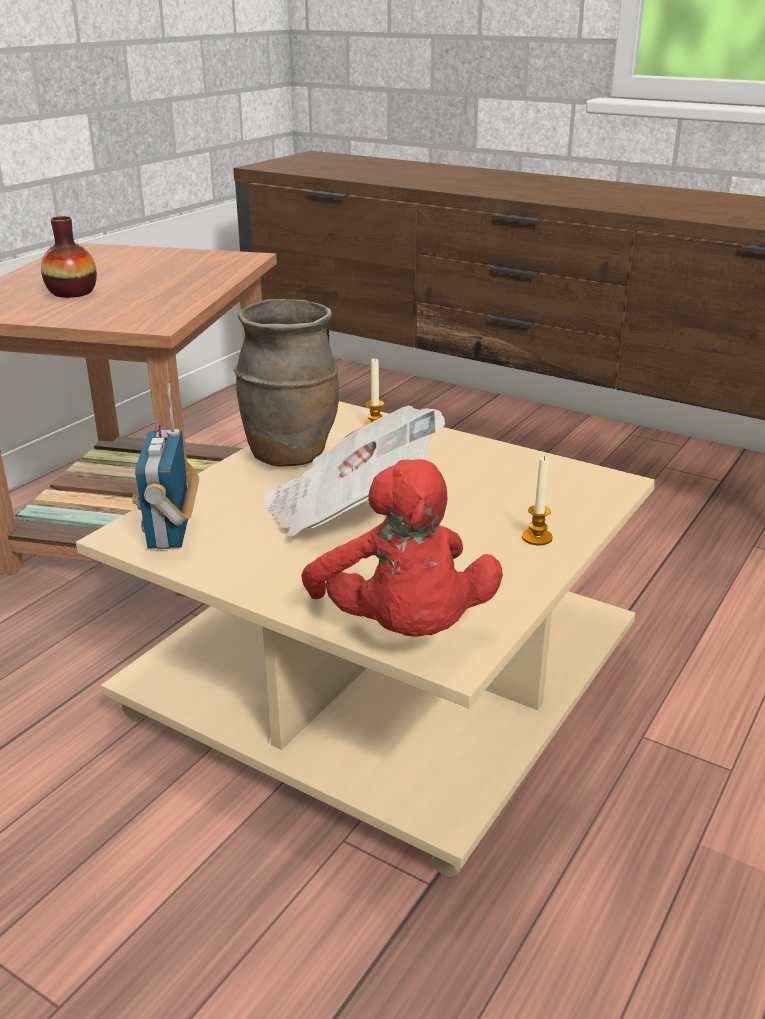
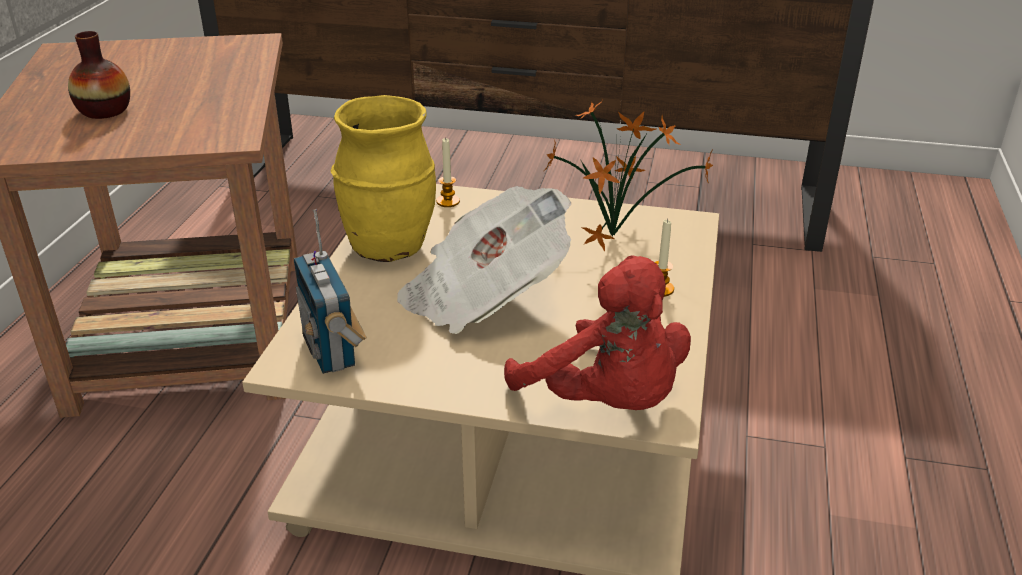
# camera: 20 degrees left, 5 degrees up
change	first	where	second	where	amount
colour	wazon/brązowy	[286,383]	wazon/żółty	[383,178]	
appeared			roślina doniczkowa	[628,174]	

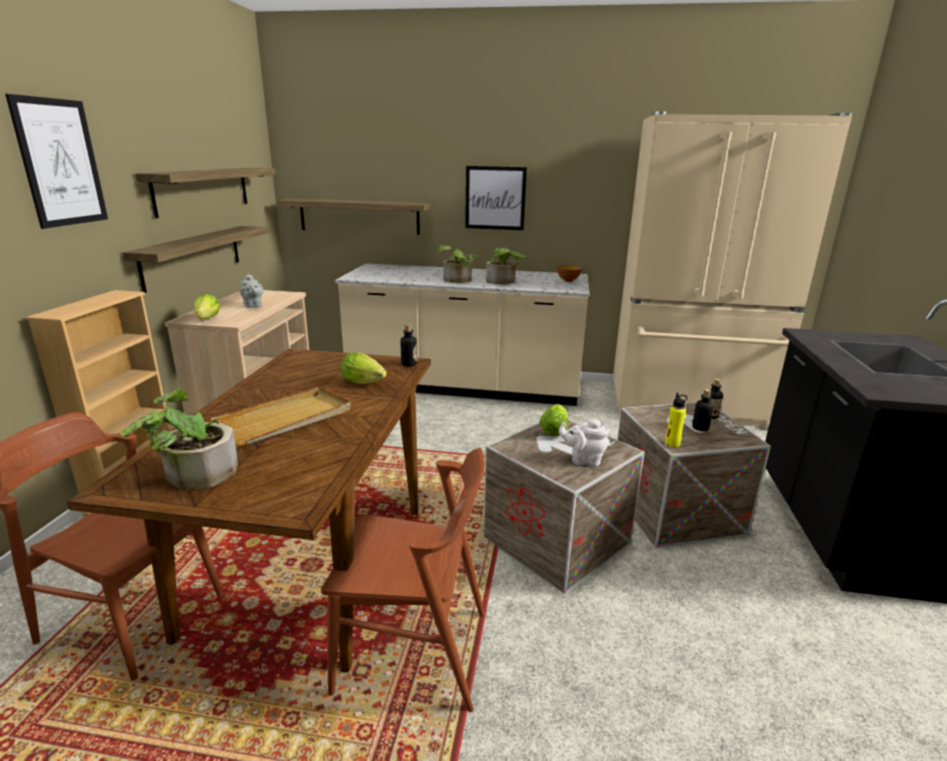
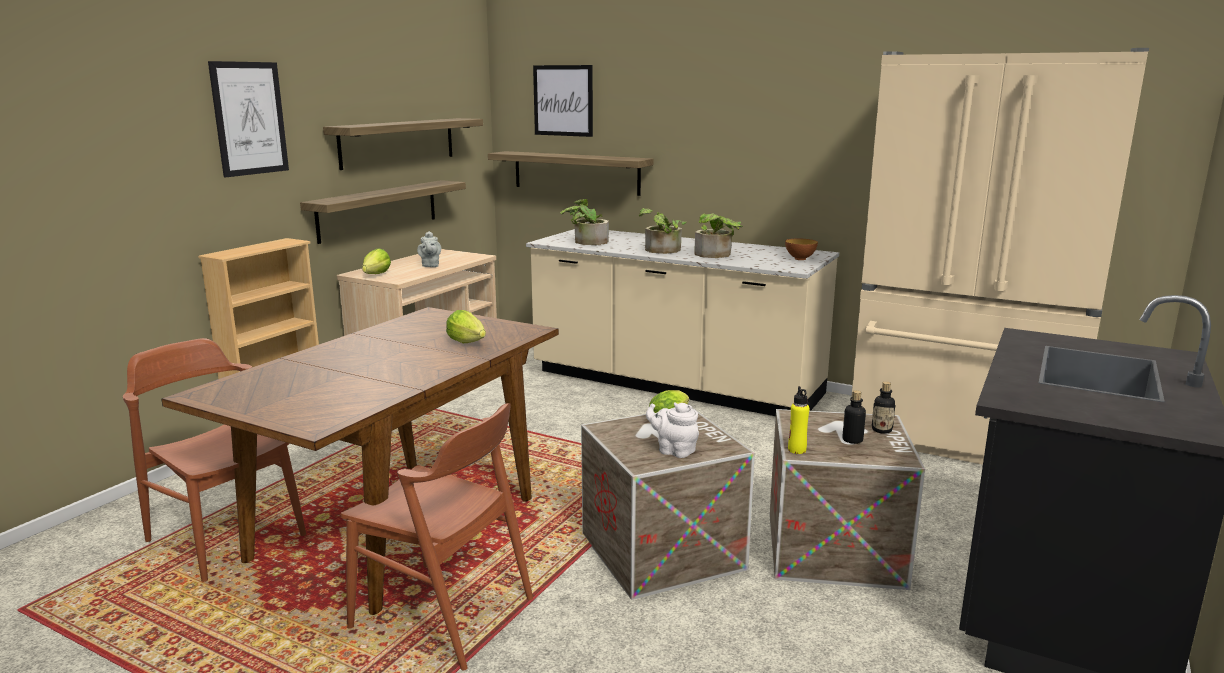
# camera: 20 degrees right, 5 degrees down
change	first	where	second	where	amount
relocated	roślina doniczkowa	[179,439]		[584,222]	
missing	taca/beżowy	[281,416]			
missing	butelka	[408,345]			
relocated	obraz	[496,198]		[563,101]	

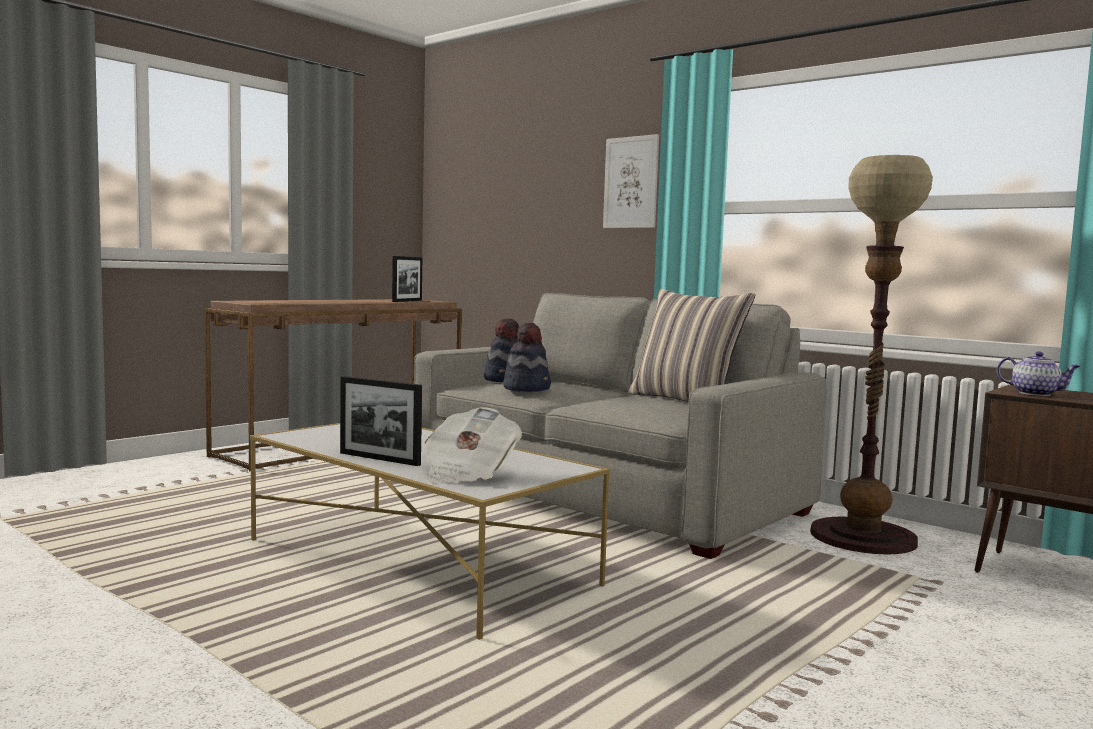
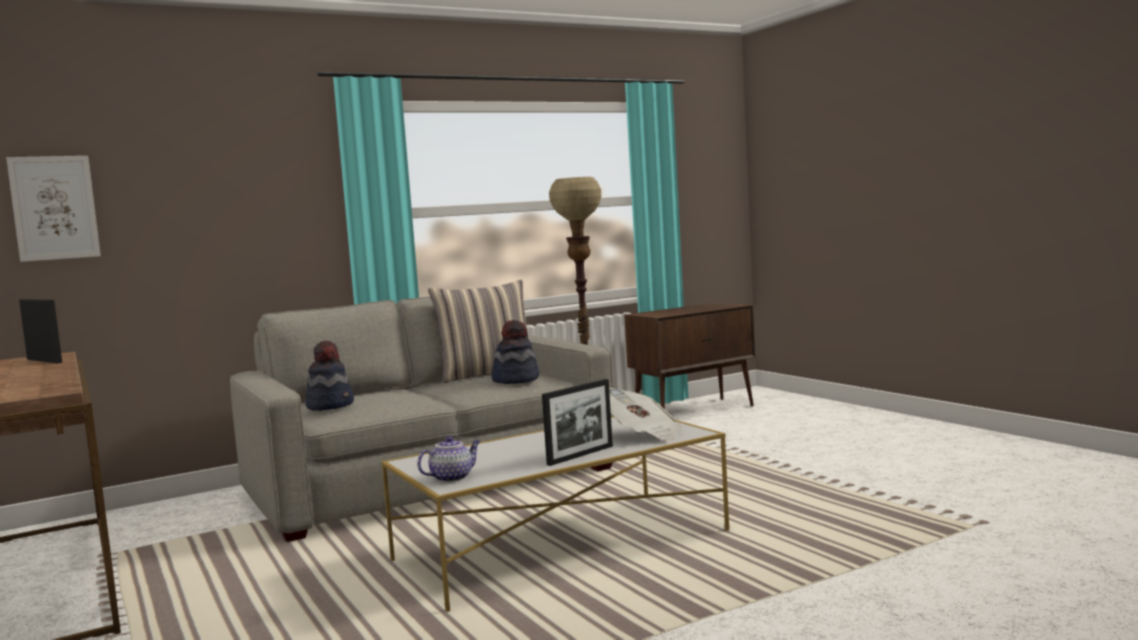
# camera: 70 degrees left, 0 degrees up
change	first	where	second	where	amount
relocated	kapelusz	[527,357]		[515,352]	
relocated	obraz	[631,181]		[53,209]	
relocated	imbryk	[1039,373]		[448,459]	

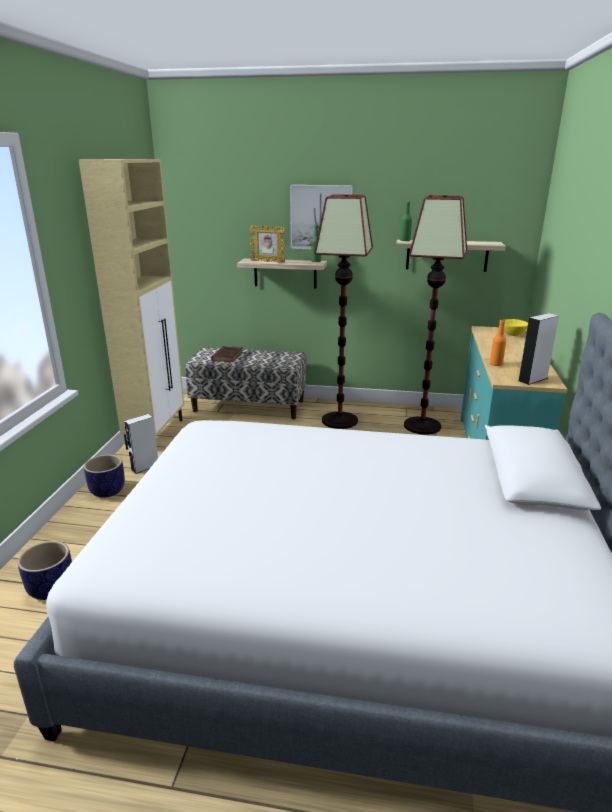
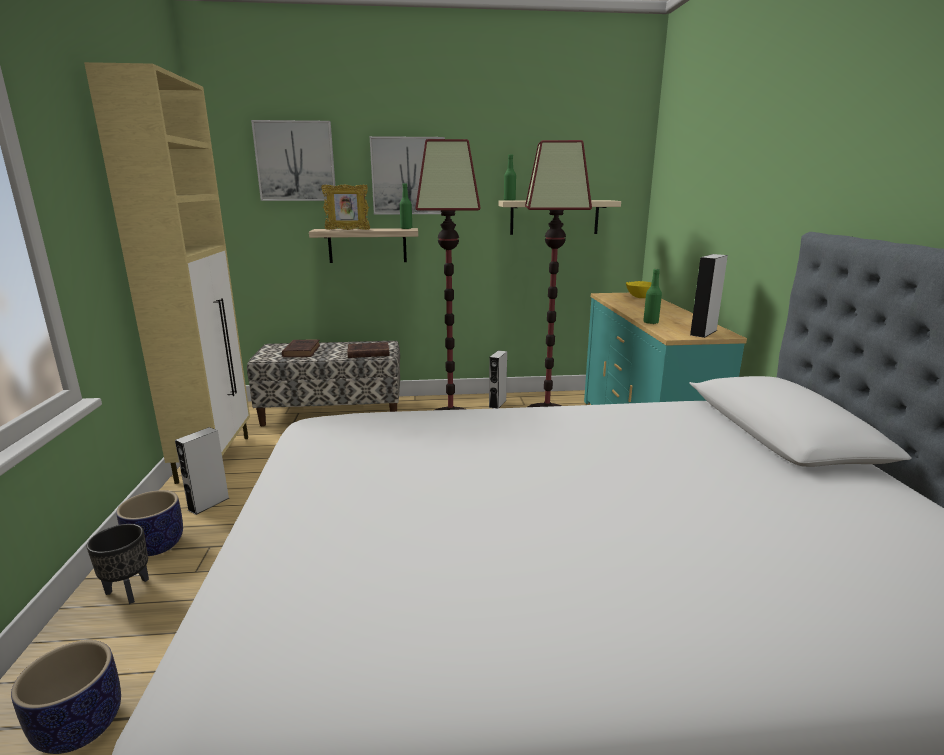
# camera: 15 degrees left, 5 degrees down
change	first	where	second	where	amount
colour	butelka/pomarańczowy	[498,343]	butelka/zielony	[652,296]	
appeared			donica/czarny	[118,564]	
appeared			obraz	[293,160]	
appeared			książka/brązowy	[368,350]	
appeared			głośnik/szary	[498,379]	

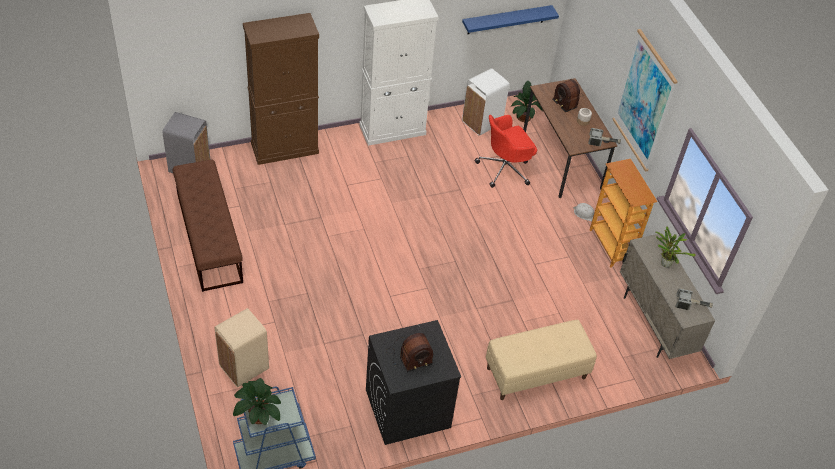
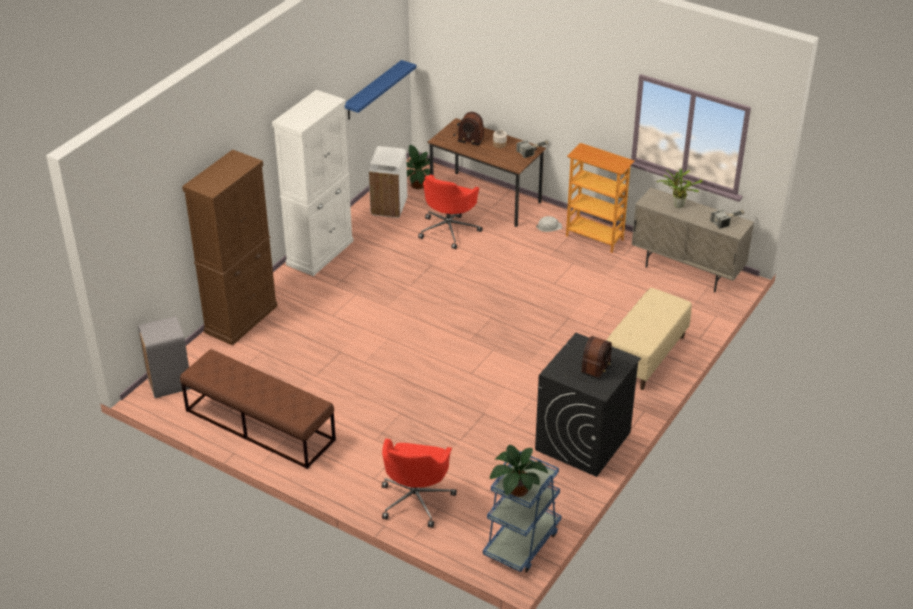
# camera: 35 degrees left, 10 degrees down
change	first	where	second	where	amount
exchanged	kosz na śmieci/beżowy	[241,347]	krzesło biurowe/czerwony	[419,483]	
missing	obraz	[645,100]			

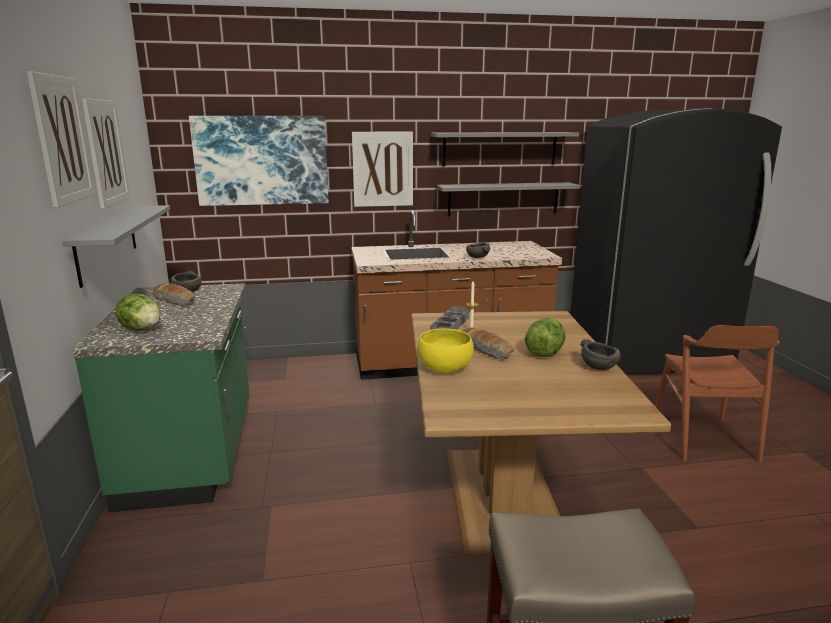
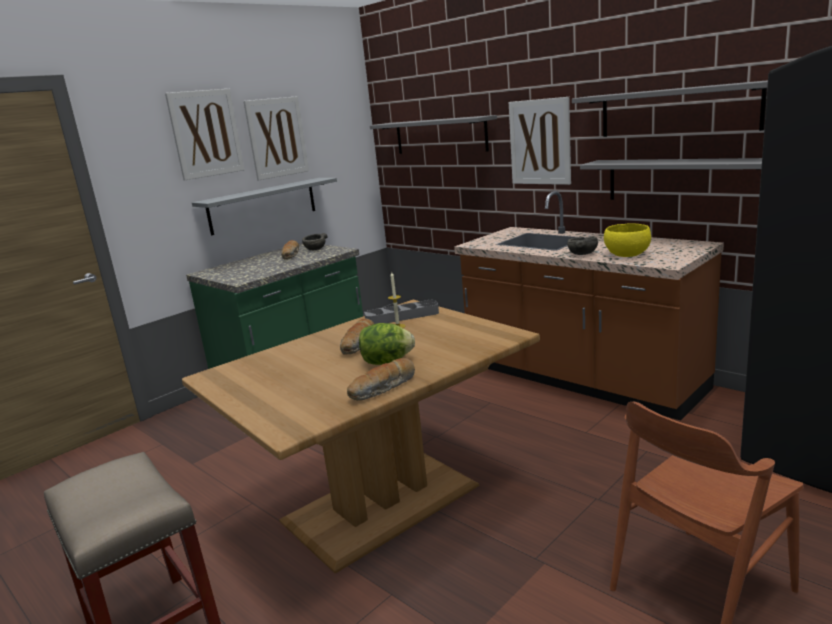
# camera: 55 degrees right, 0 degrees up
change	first	where	second	where	amount
missing	sałata	[138,312]			
exchanged	obraz	[259,161]	półka/szary	[433,134]	
relocated	miska/żółty	[445,351]		[627,240]	
exchanged	miska/szary	[600,354]	chleb	[381,379]	

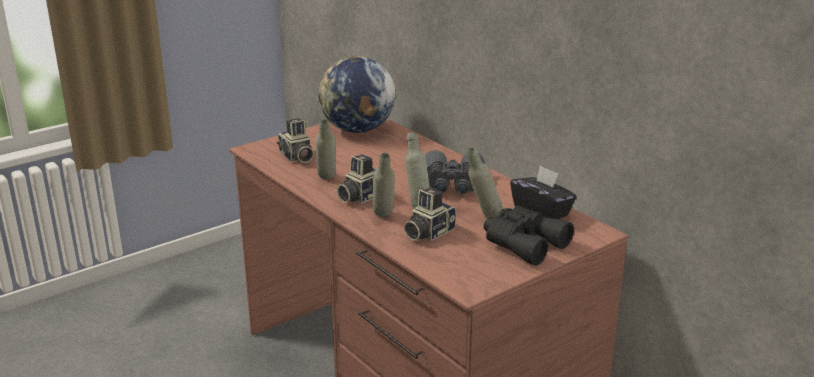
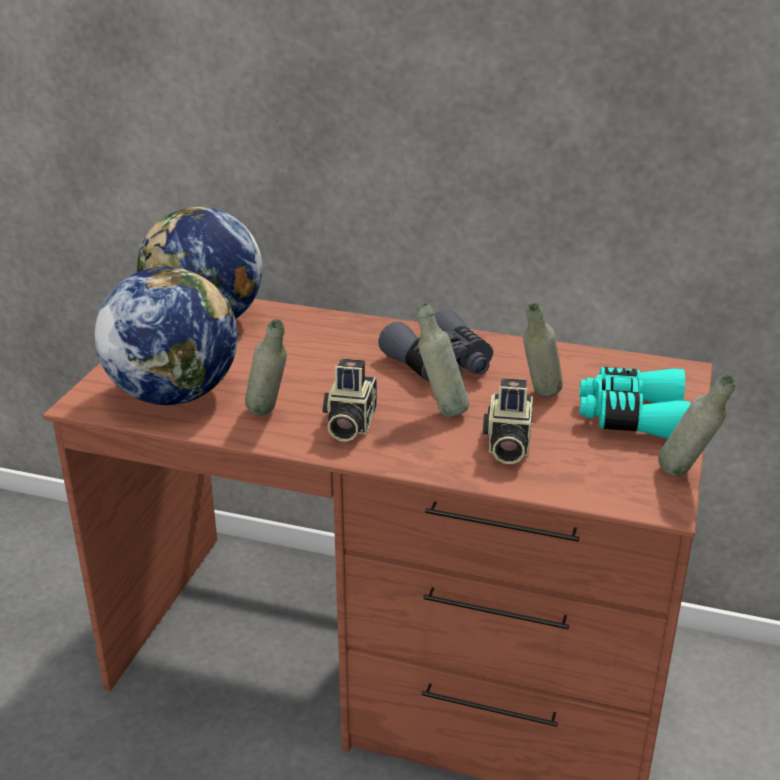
# camera: 35 degrees left, 5 degrees up
change	first	where	second	where	amount
exchanged	aparat fotograficzny	[295,140]	globus	[166,336]	
relocated	butelka/szary	[384,185]		[696,425]	
colour	lornetka/czarny	[529,236]	lornetka/turkusowy	[634,403]	
missing	pudełko chusteczek/czarny	[543,192]			

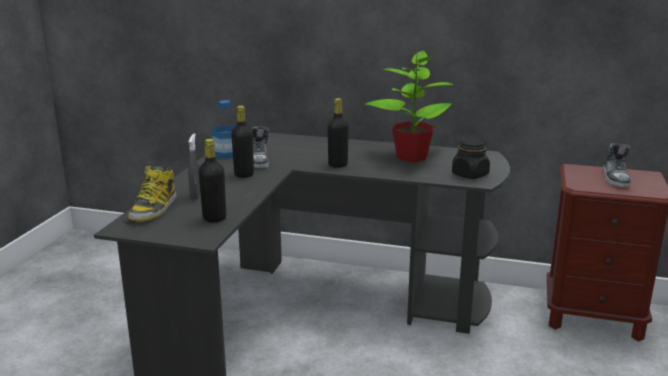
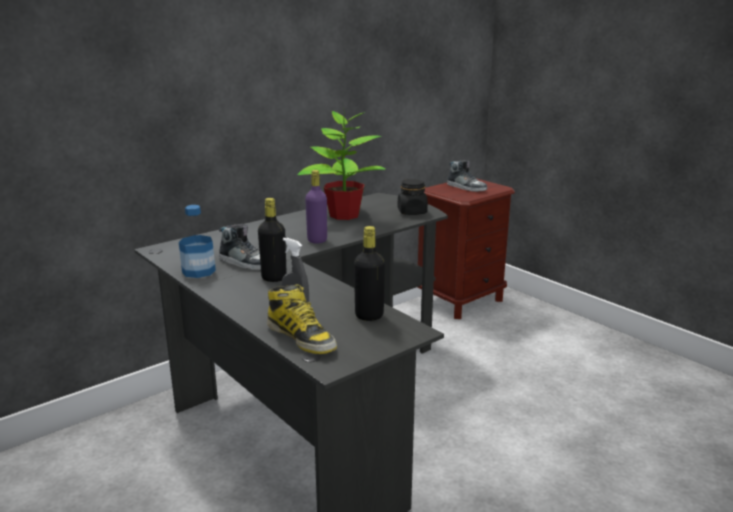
# camera: 55 degrees left, 0 degrees up
change	first	where	second	where	amount
colour	butelka/czarny	[338,133]	butelka/fioletowy	[316,206]	

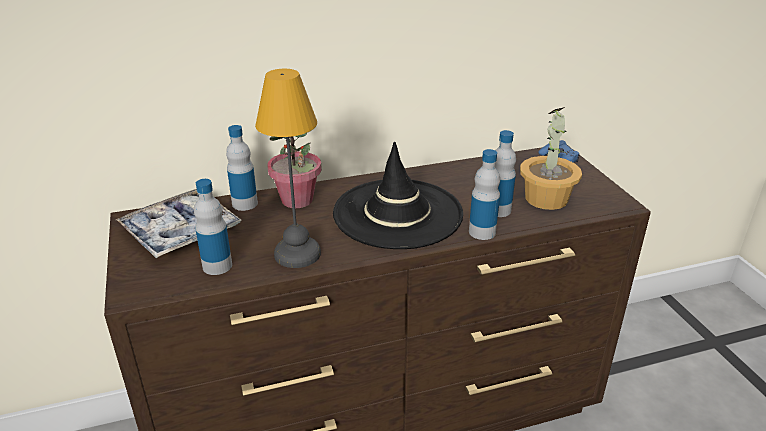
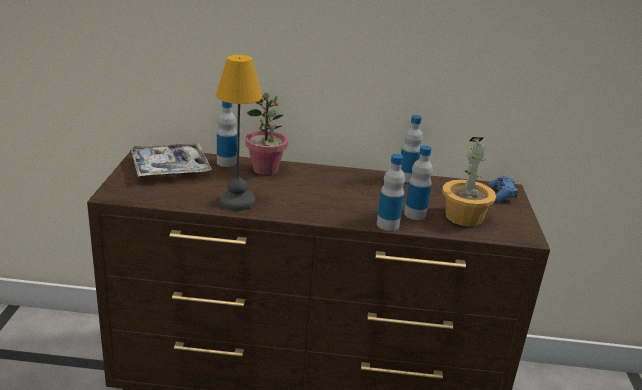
# camera: 20 degrees right, 5 degrees down
change	first	where	second	where	amount
relocated	butelka	[213,227]		[412,149]	
missing	kapelusz/czarny	[398,195]			

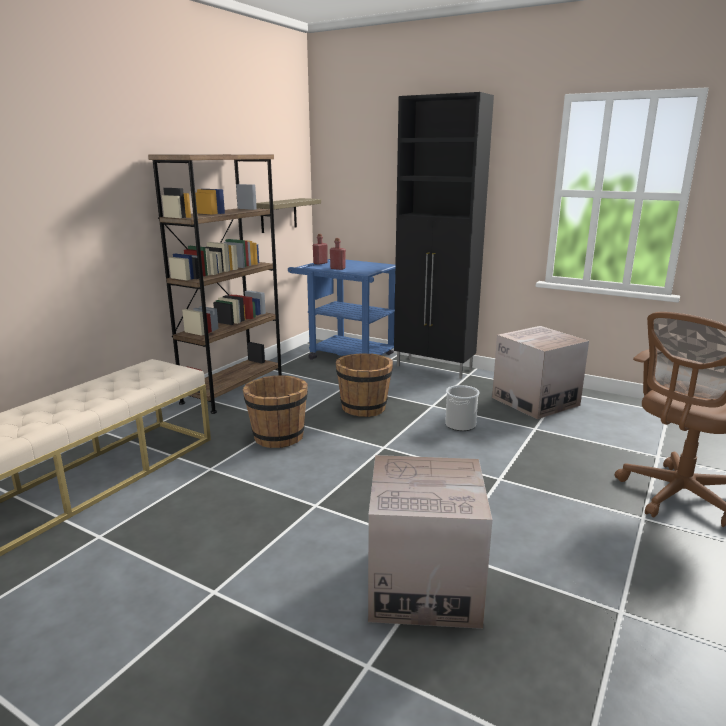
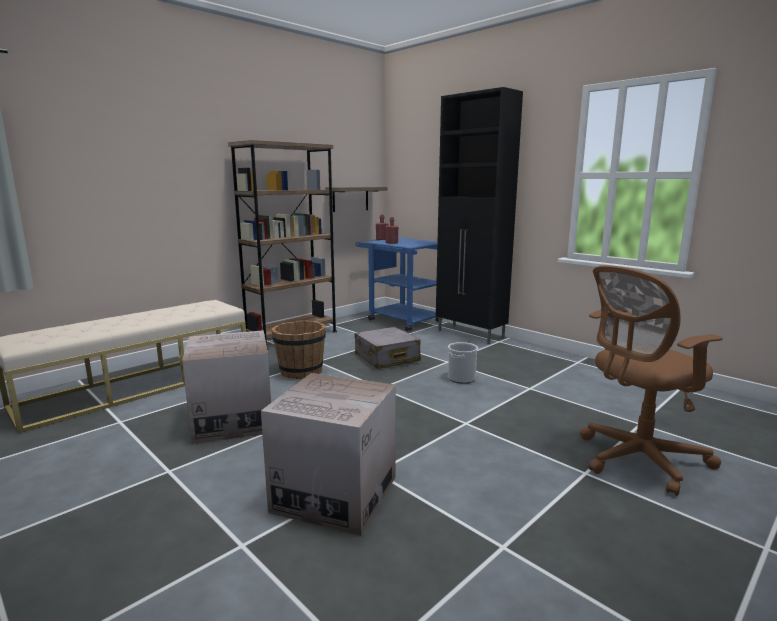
# camera: 15 degrees right, 5 degrees down
change	first	where	second	where	amount
exchanged	wiadro/brązowy	[364,385]	walizka/szary	[388,348]	
relocated	karton	[540,372]		[226,387]	

